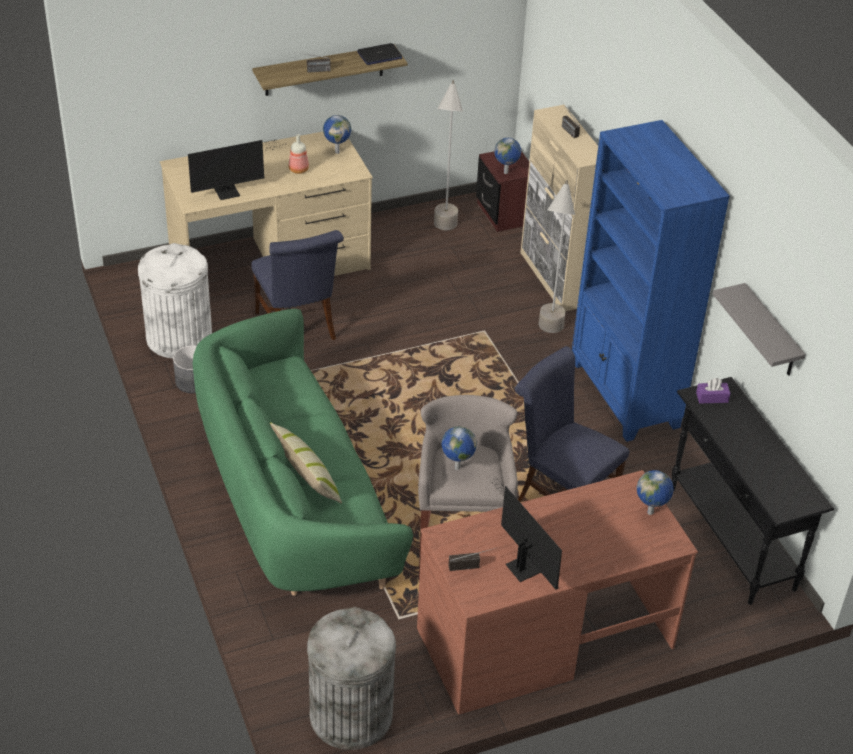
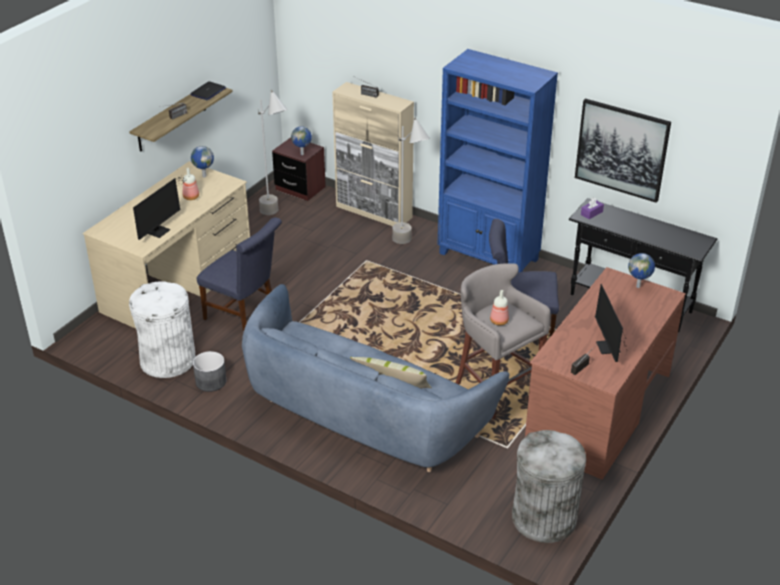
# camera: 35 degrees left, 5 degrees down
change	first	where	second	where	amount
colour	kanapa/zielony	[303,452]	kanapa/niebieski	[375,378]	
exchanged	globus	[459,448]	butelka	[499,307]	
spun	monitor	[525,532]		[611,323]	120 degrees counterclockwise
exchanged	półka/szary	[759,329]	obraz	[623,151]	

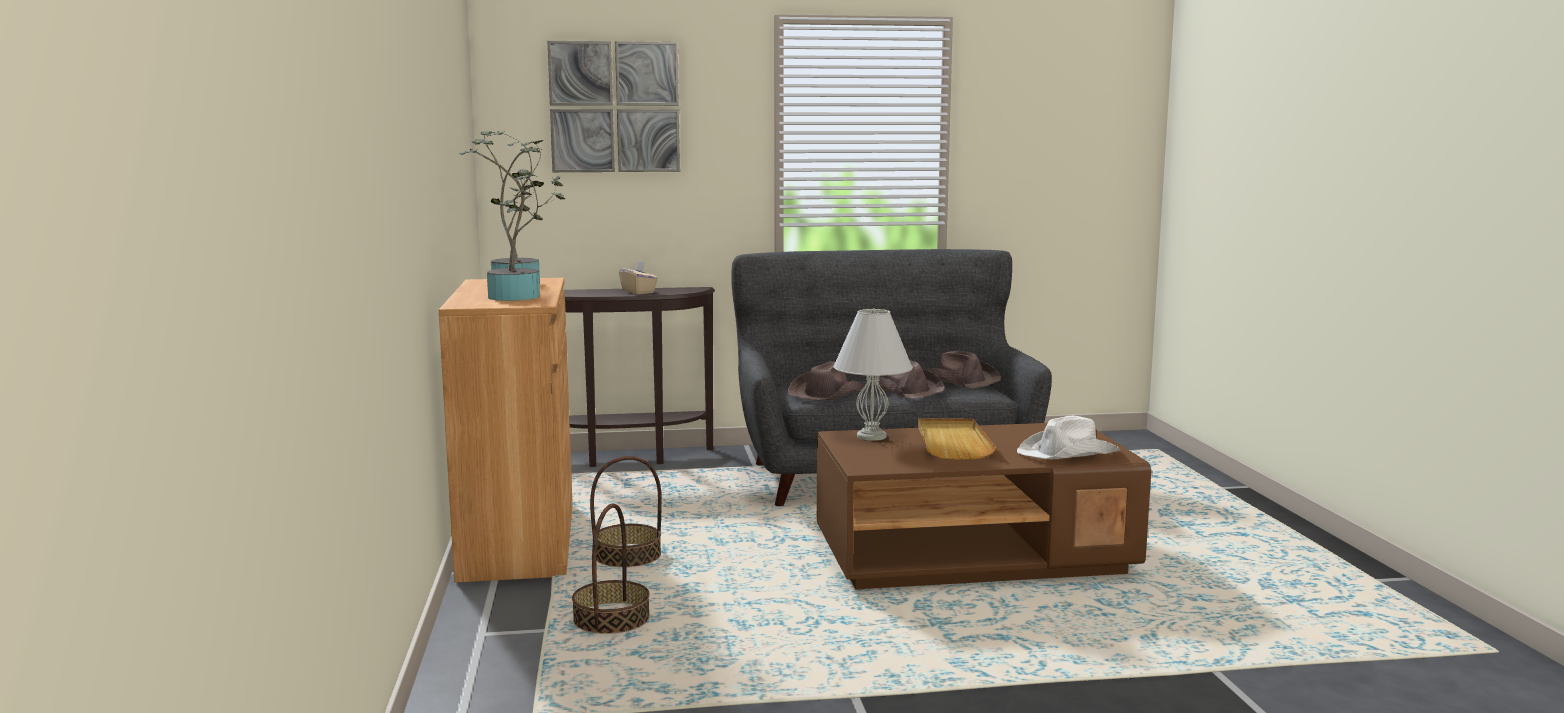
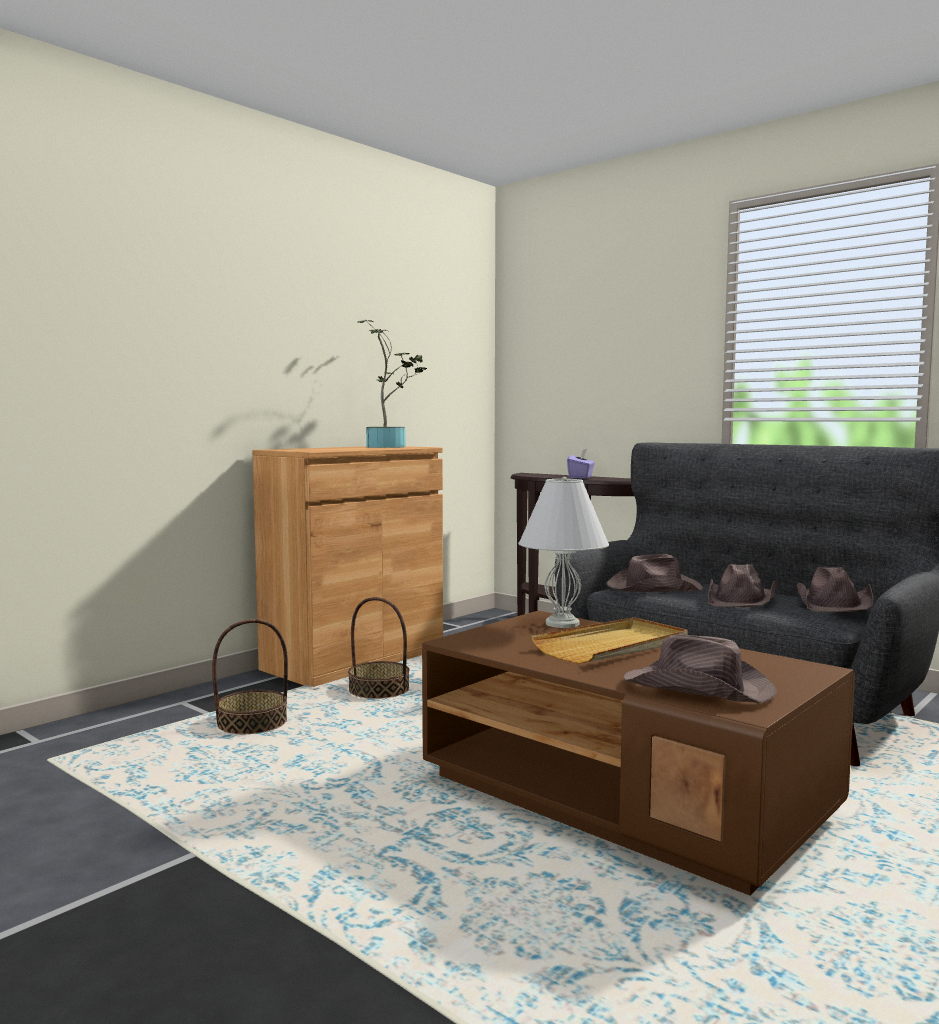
# camera: 50 degrees right, 5 degrees down
change	first	where	second	where	amount
missing	roślina doniczkowa	[512,216]			
missing	obraz	[614,106]			
colour	pudełko chusteczek/beżowy	[638,277]	pudełko chusteczek/fioletowy	[581,464]	
colour	kapelusz/biały	[1069,437]	kapelusz/brązowy	[700,668]	

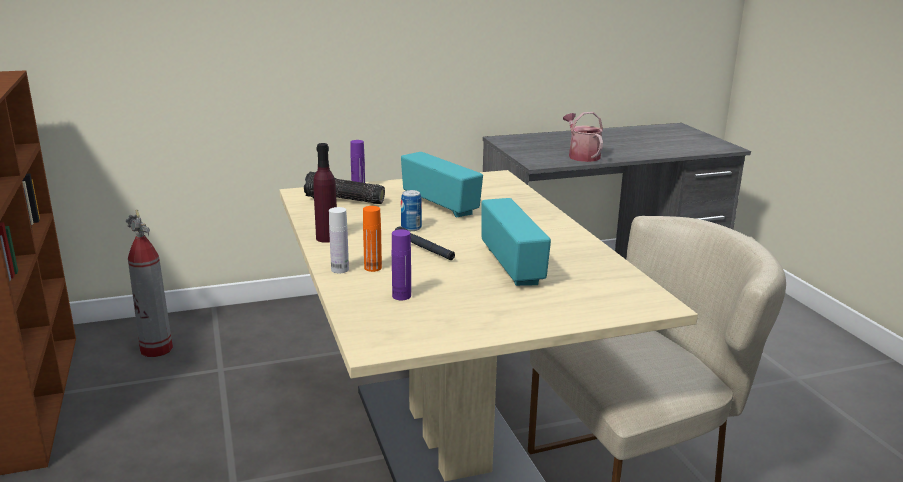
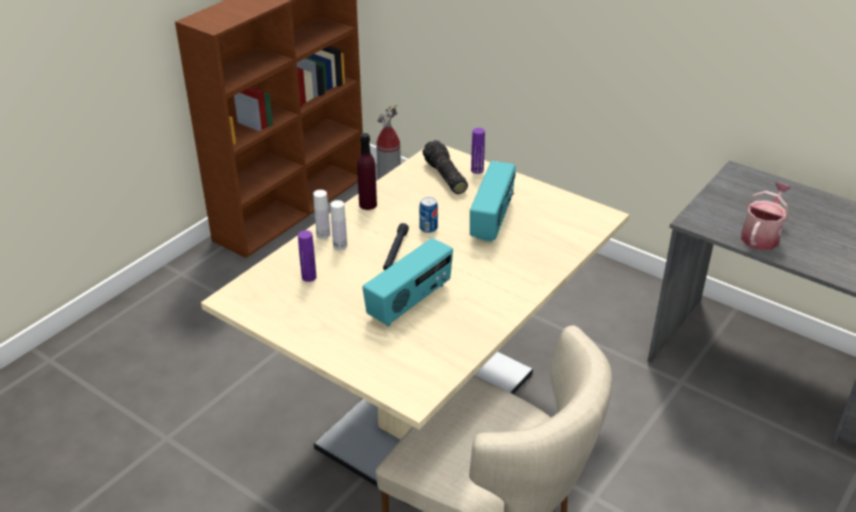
# camera: 55 degrees right, 15 degrees up
change	first	where	second	where	amount
colour	butelka/pomarańczowy	[372,239]	butelka/biały	[338,225]	

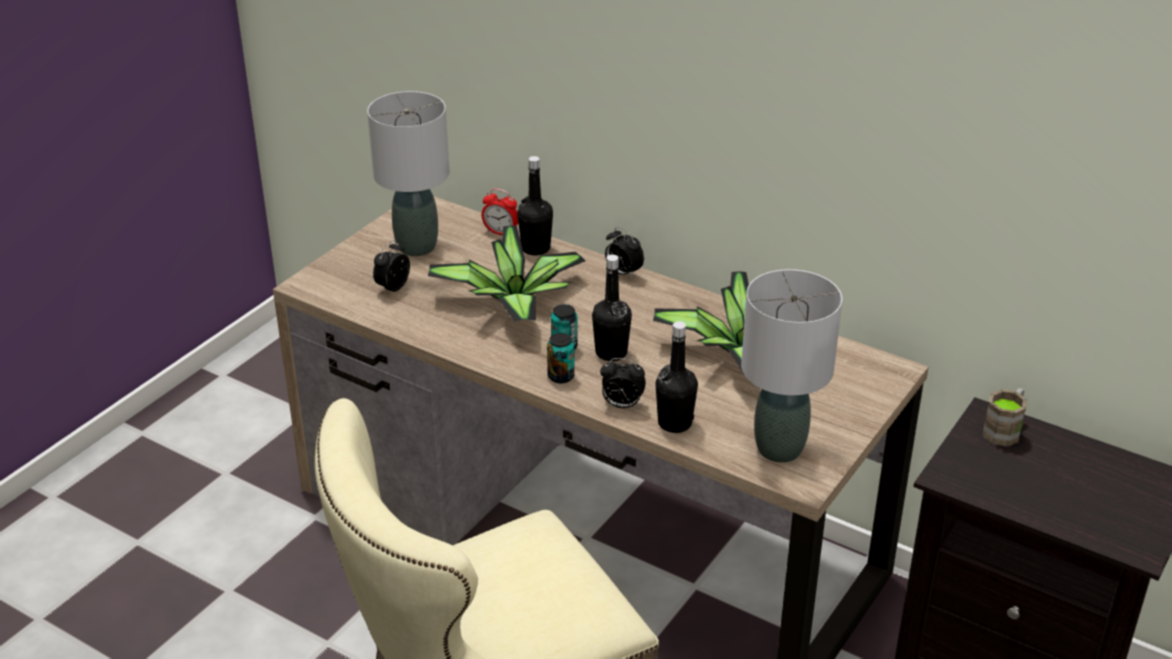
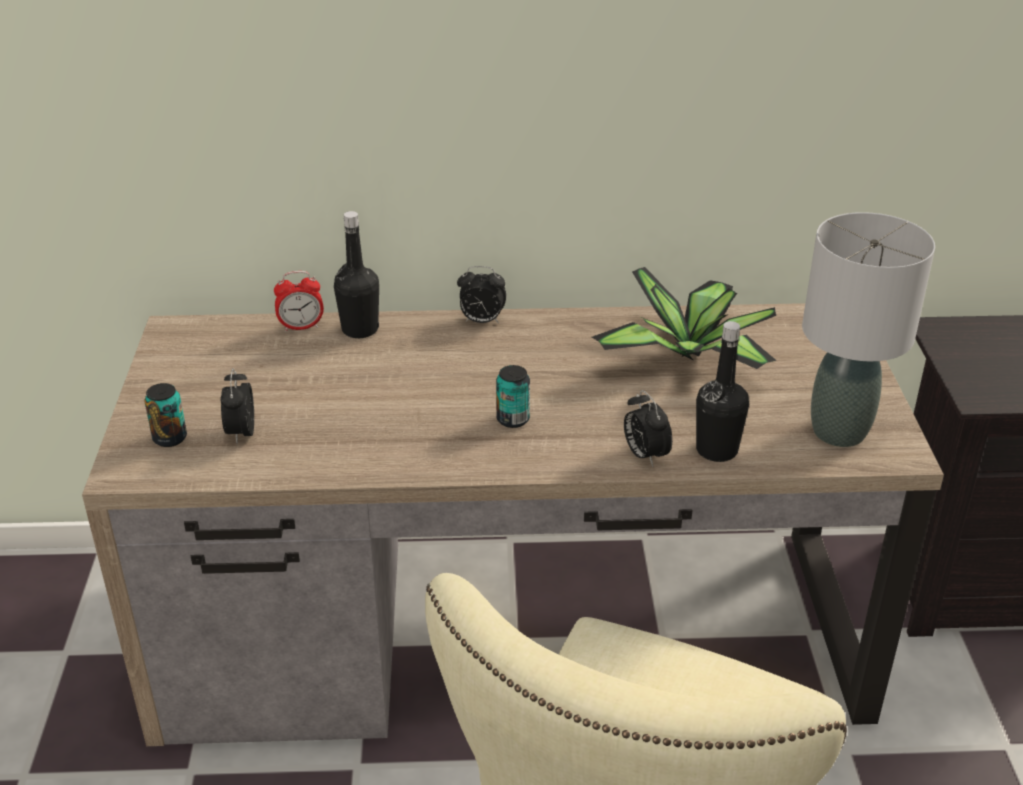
# camera: 35 degrees left, 0 degrees up
change	first	where	second	where	amount
missing	lampa stołowa/szary	[408,173]			
missing	roślina doniczkowa	[507,274]			
relocated	puszka	[561,358]		[165,415]	
missing	butelka/czarny	[612,307]			
spun	budzik	[623,383]		[648,428]	90 degrees clockwise
missing	kubek/brązowy	[1005,417]			

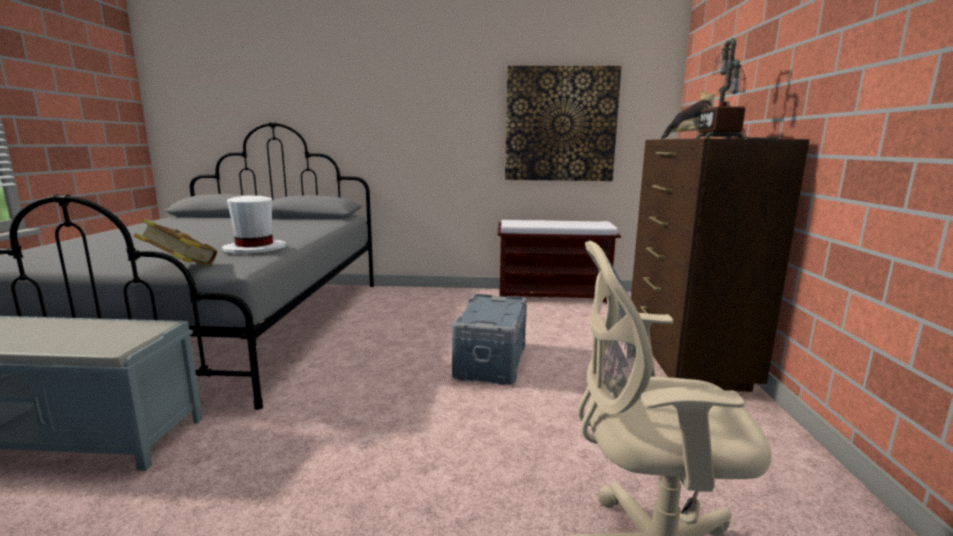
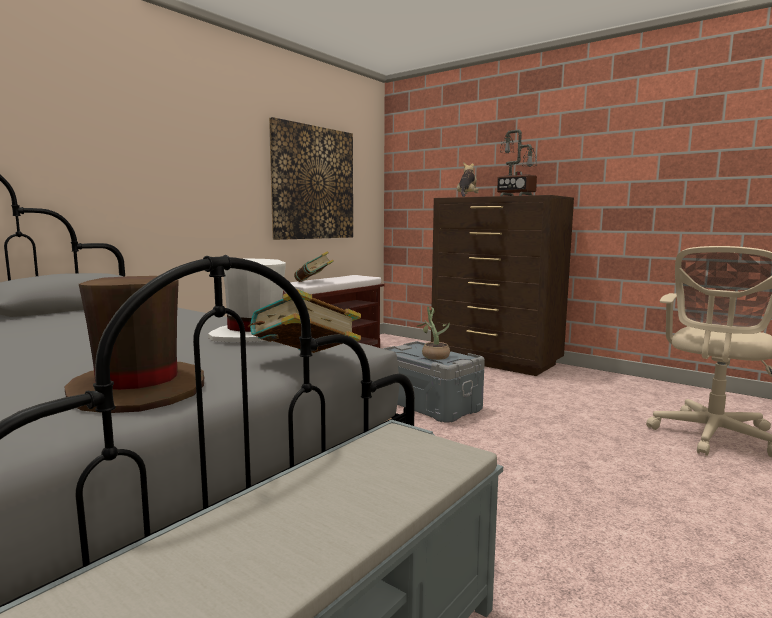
# camera: 55 degrees left, 5 degrees down
change	first	where	second	where	amount
appeared			kapelusz/brązowy	[134,344]	
appeared			książka	[313,266]	
appeared			roślina doniczkowa	[433,333]	

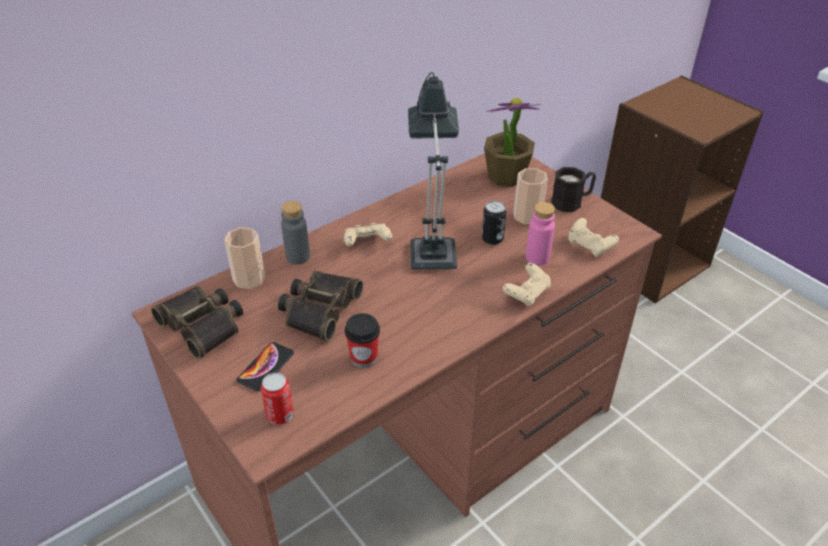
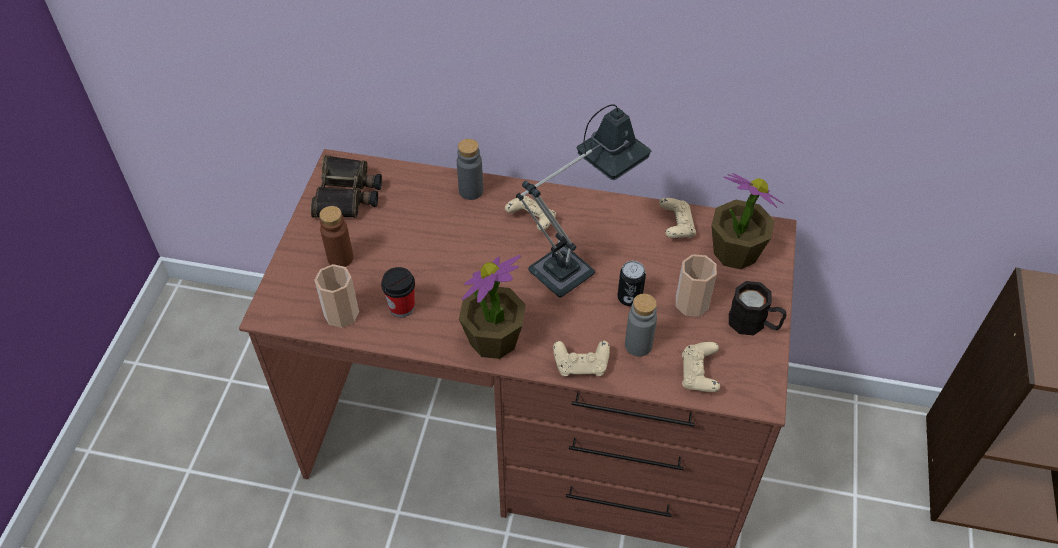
# camera: 50 degrees right, 10 degrees up
change	first	where	second	where	amount
relocated	filiżanka	[244,258]		[337,296]	
exchanged	telefon	[265,367]	butelka/brązowy	[336,236]	
missing	puszka	[277,399]			
missing	lornetka	[320,306]			
colour	butelka/różowy	[540,234]	butelka/szary	[641,325]	
appeared			roślina doniczkowa	[492,307]	
appeared			pad do gier/beżowy	[677,218]	

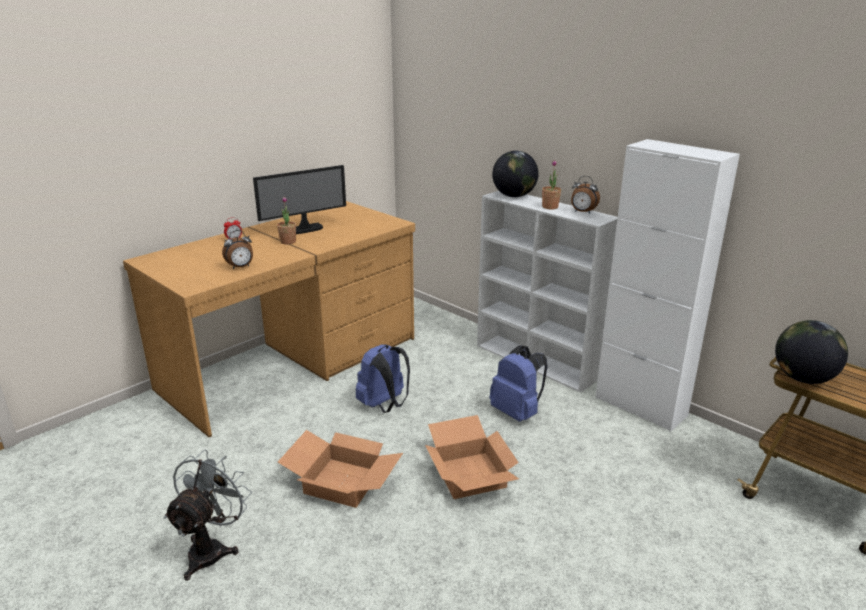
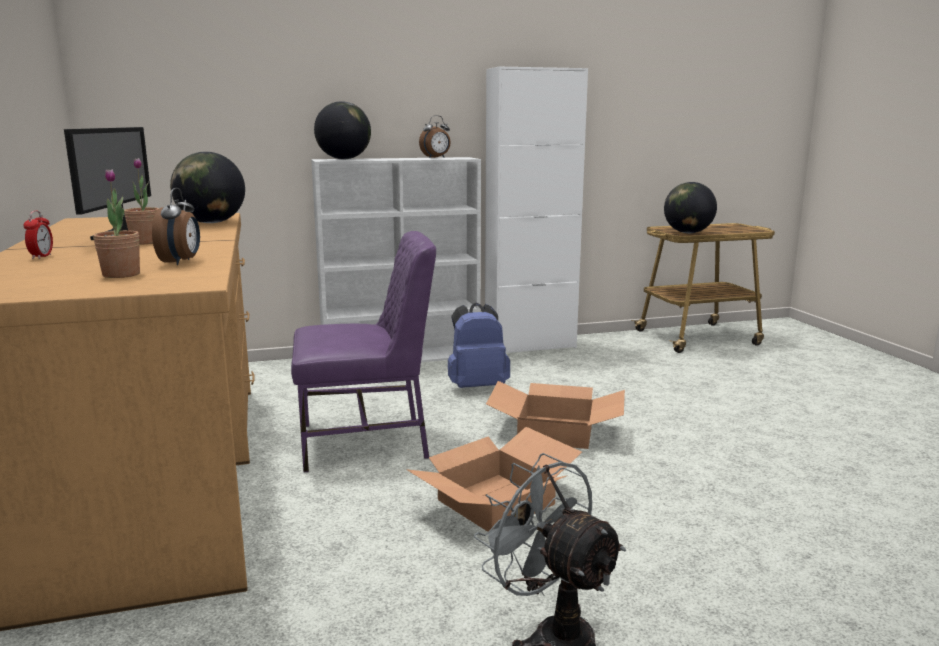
# camera: 60 degrees left, 10 degrees down
change	first	where	second	where	amount
exchanged	plecak/niebieski	[383,378]	krzesło/fioletowy	[363,352]	
relocated	roślina doniczkowa	[551,184]		[116,223]	
appeared			globus	[207,187]	

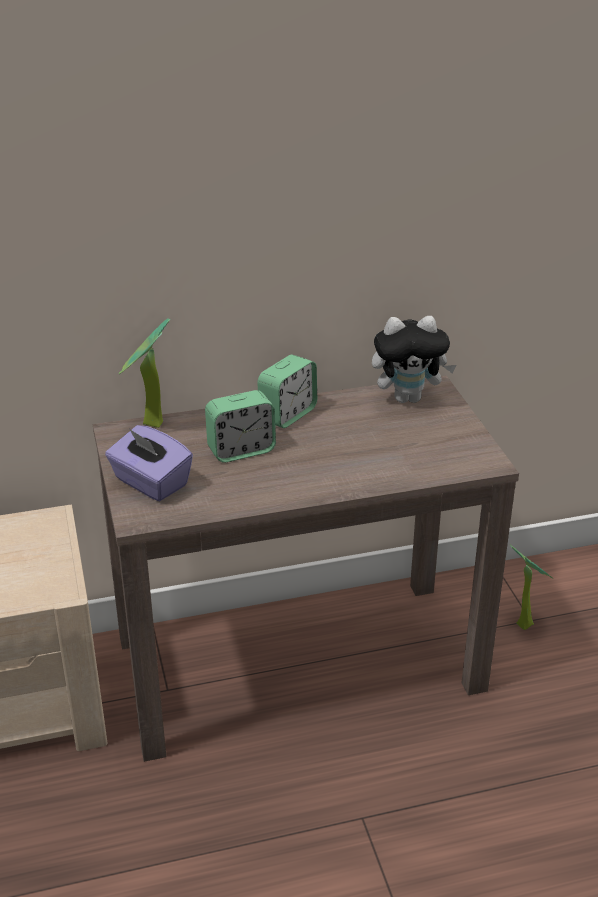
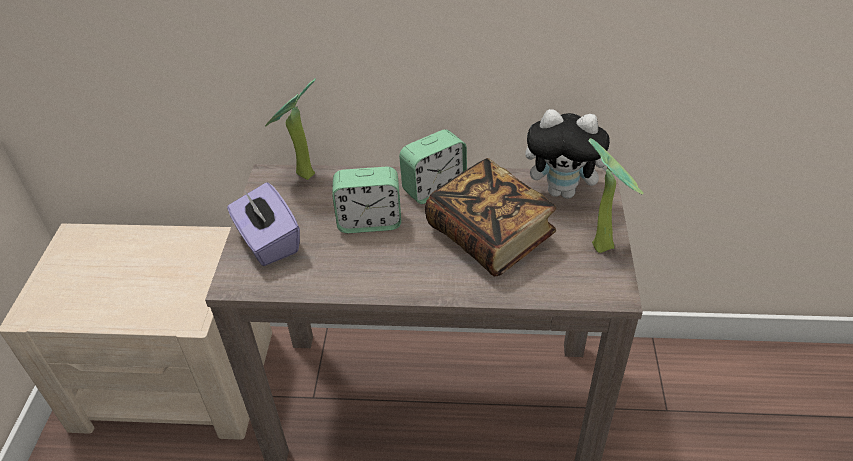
# camera: 20 degrees right, 10 degrees up
change	first	where	second	where	amount
relocated	roślina doniczkowa	[531,587]		[615,195]	
appeared			książka	[490,217]	

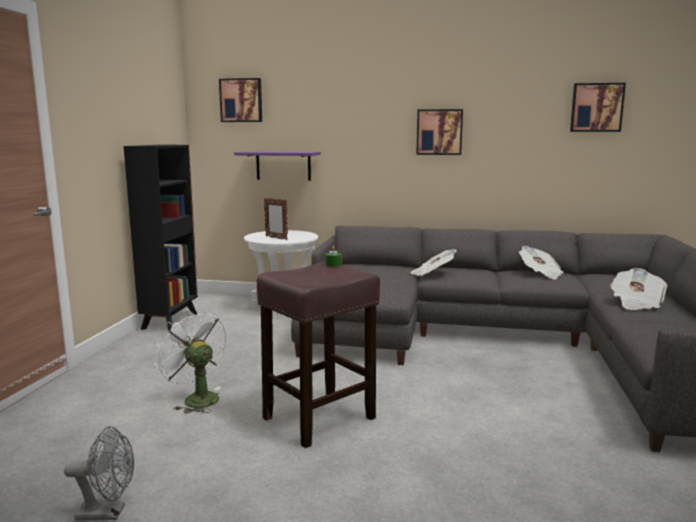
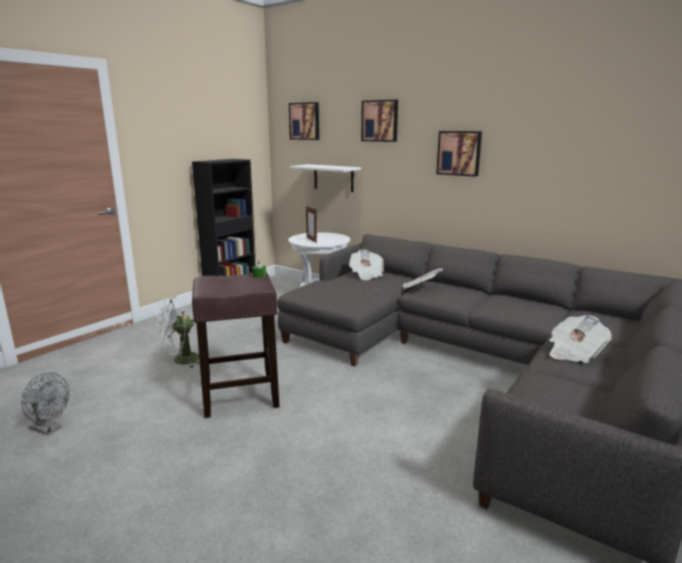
# camera: 25 degrees right, 5 degrees up
change	first	where	second	where	amount
spun	wentylator/biały	[190,361]		[178,332]	105 degrees counterclockwise
colour	półka/fioletowy	[277,166]	półka/biały	[325,178]	
relocated	gazeta	[541,263]		[366,265]	
relocated	obraz	[598,107]		[379,121]	

